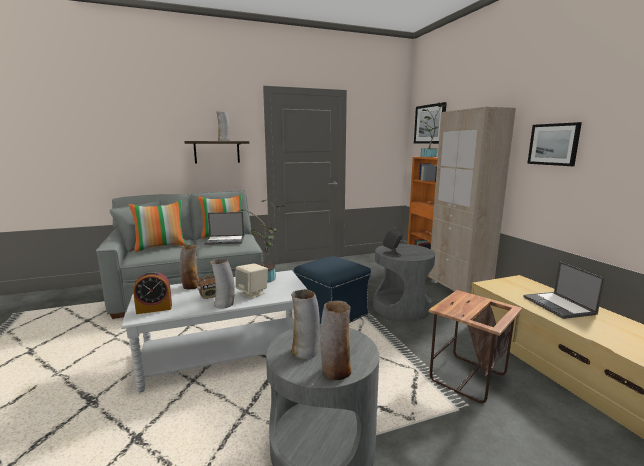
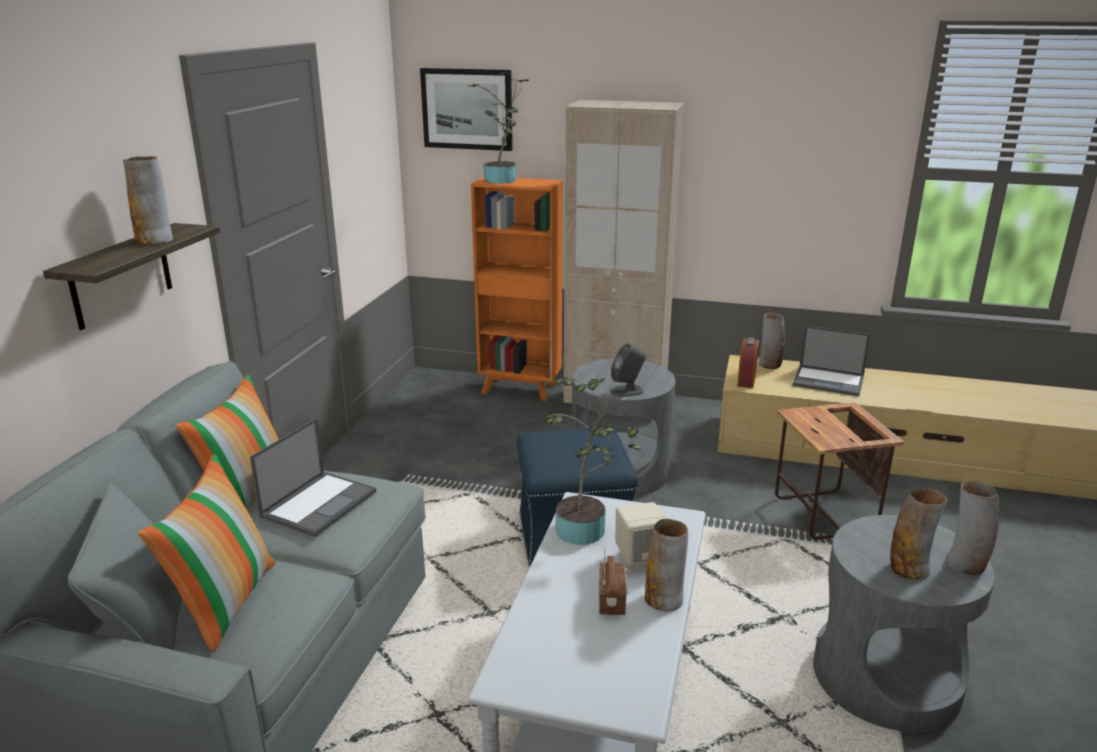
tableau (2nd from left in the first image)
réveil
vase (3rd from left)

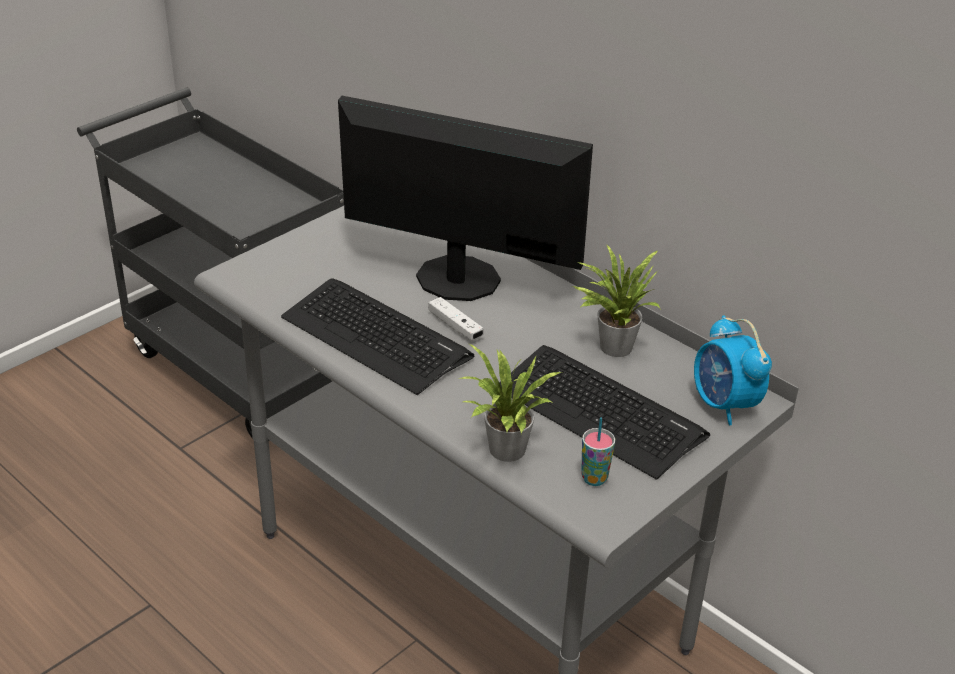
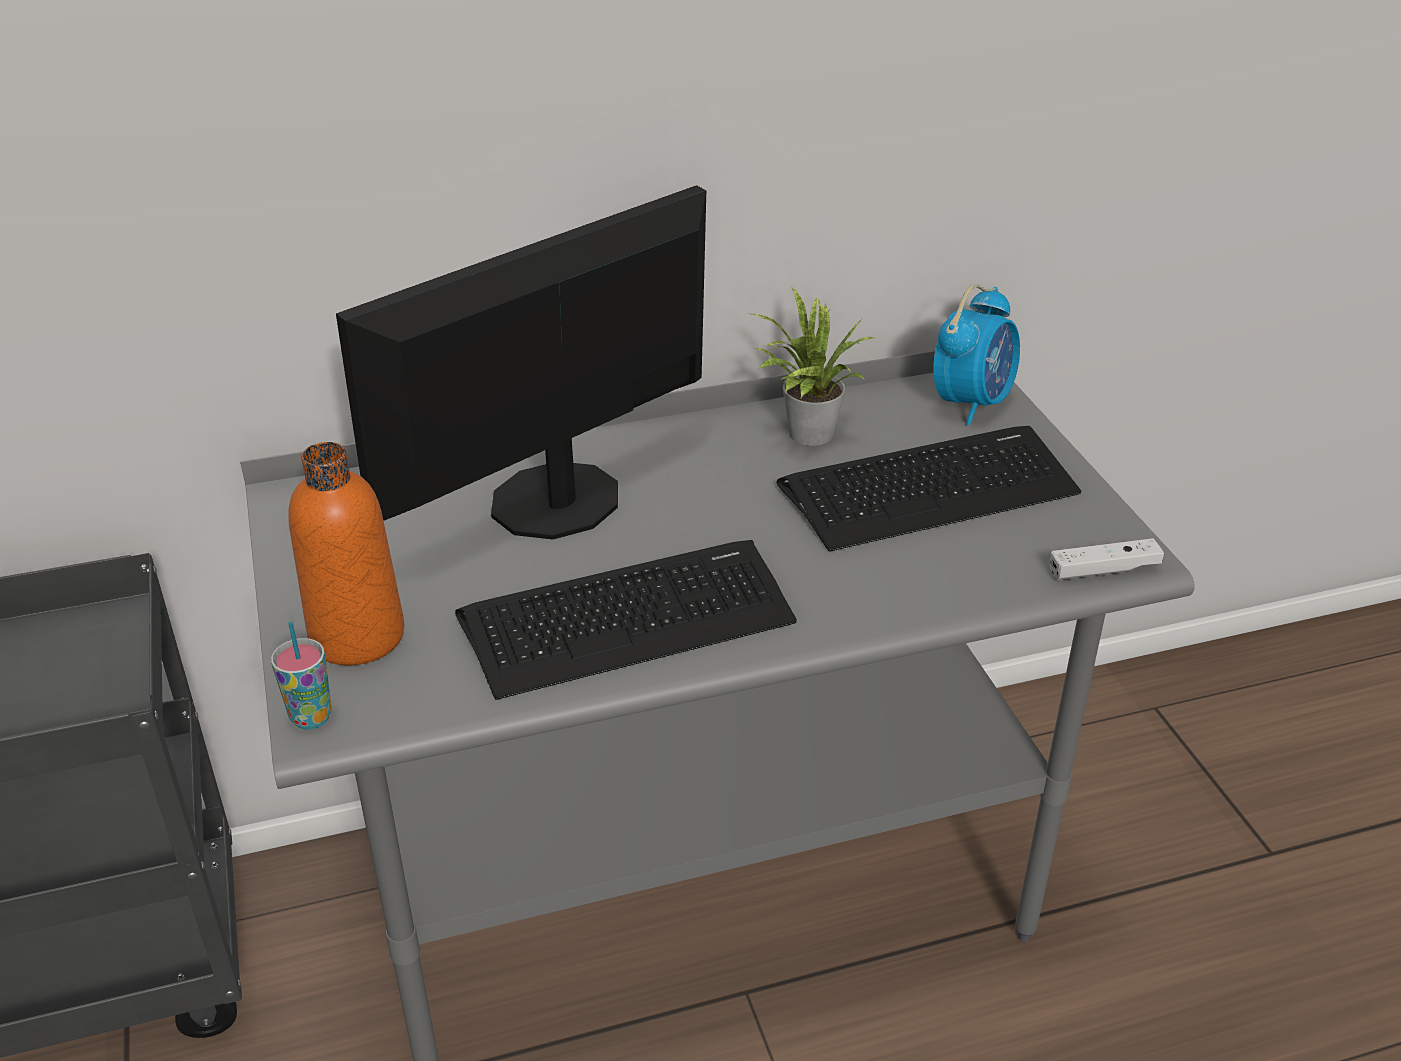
plante en pot (1st from left in the first image)
bouteille/orange
manette/blanc
tasse
réveil

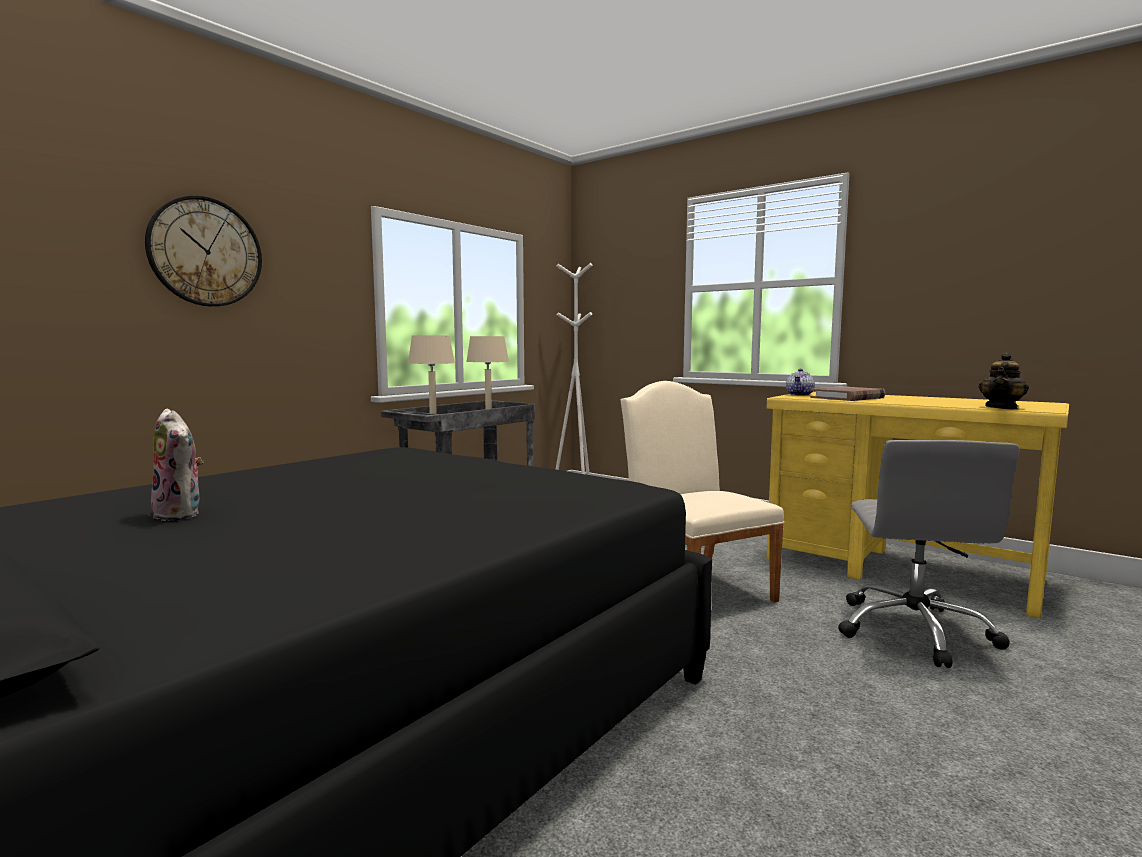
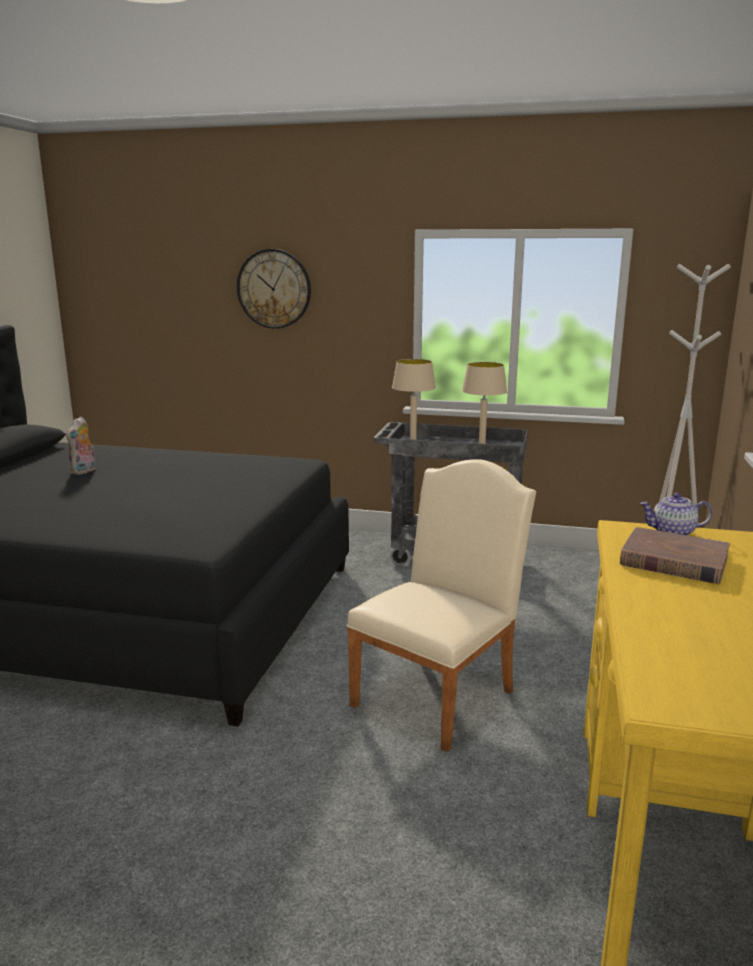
chaise de bureau/gris
théière (2nd from left in the first image)

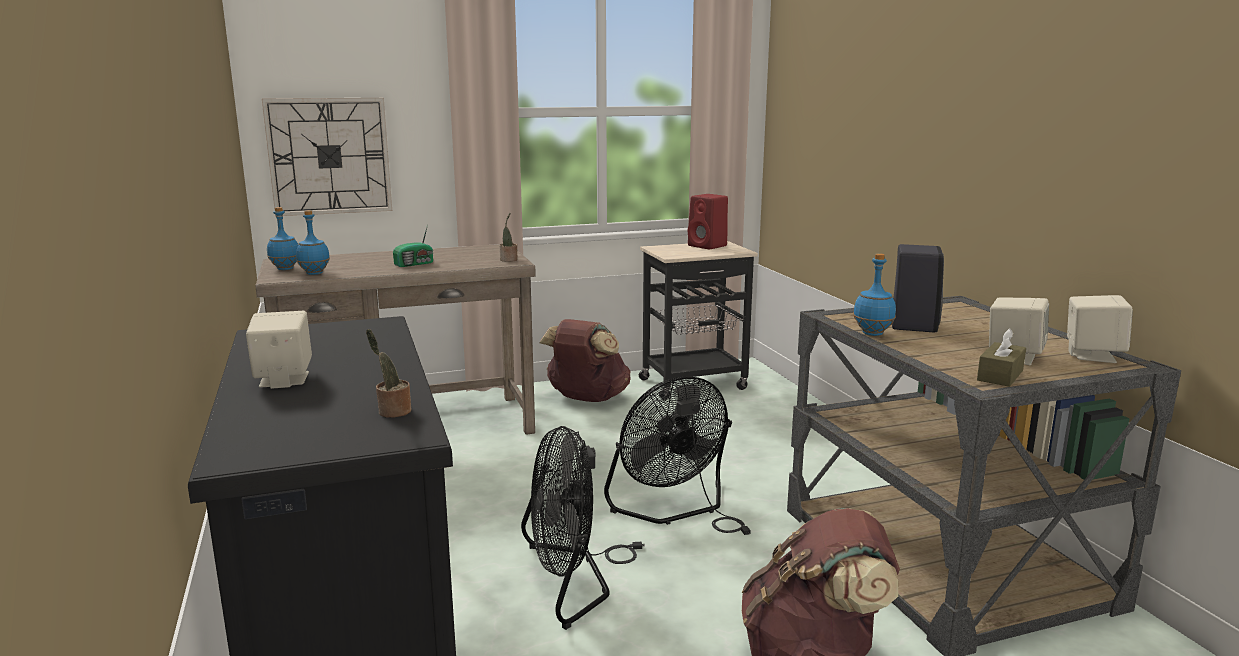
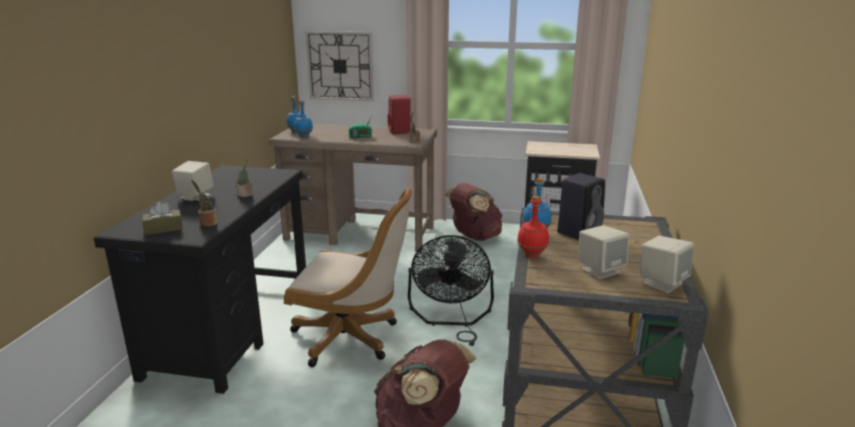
plante en pot (2nd from left)
bouteille/rouge
enceinte/rouge
boîte à mouchoirs/marron
chaise de bureau

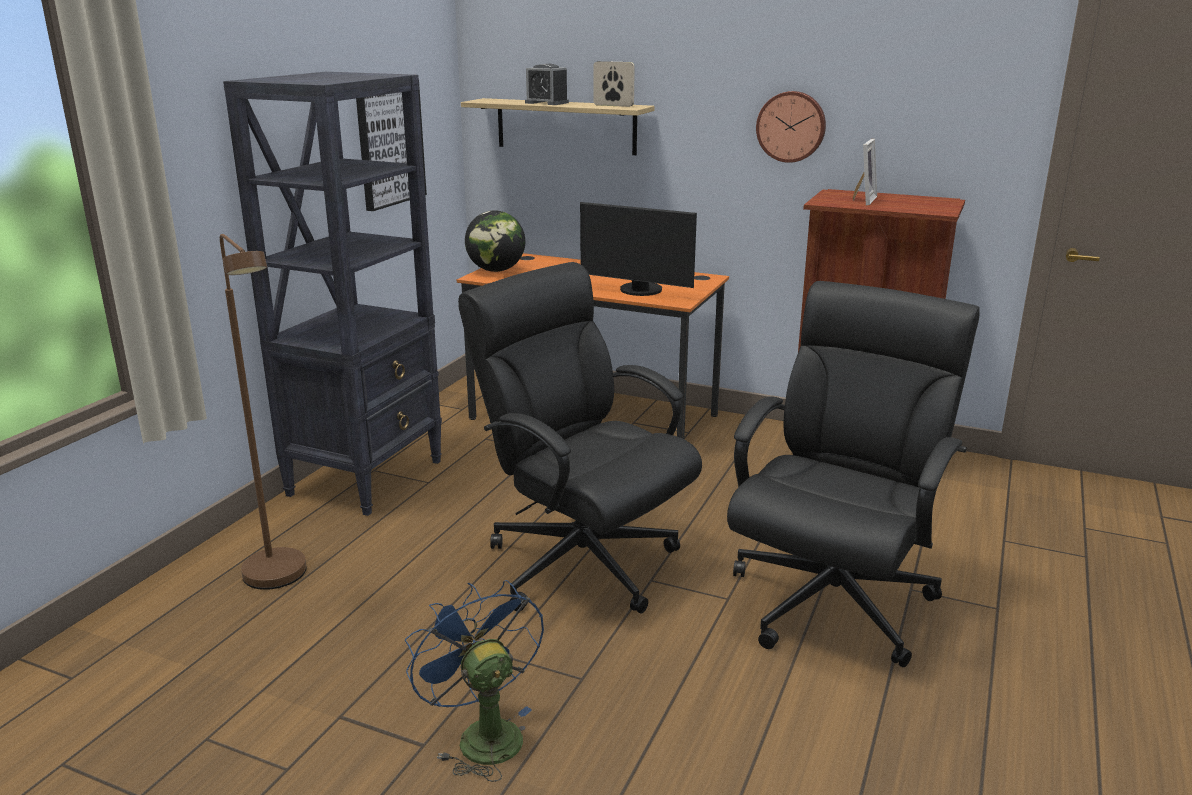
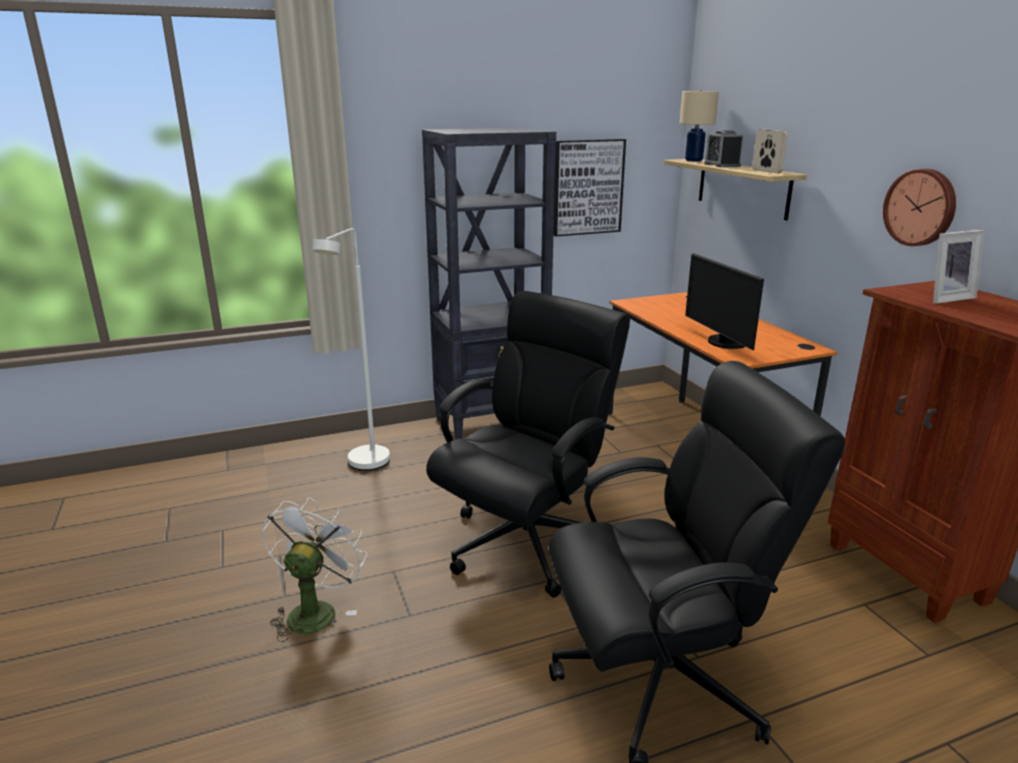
globe
lampe de table/beige
lampadaire/blanc
ventilateur/blanc
chaise de bureau/noir (1st from left)

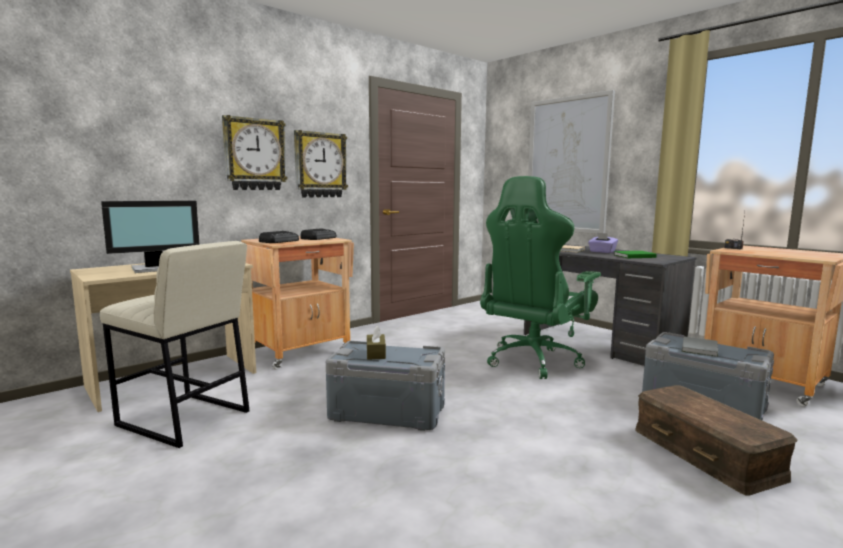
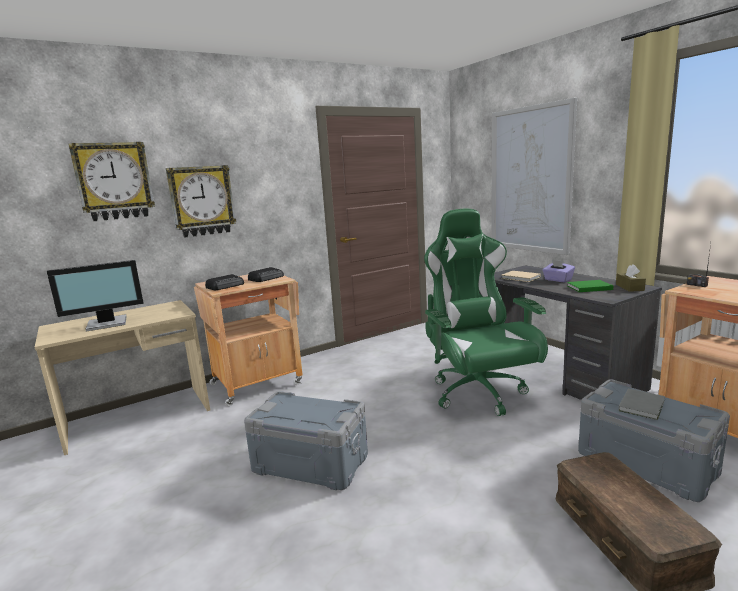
chaise/beige
horloge murale (1st from left)
boîte à mouchoirs/marron
chaise de bureau/vert

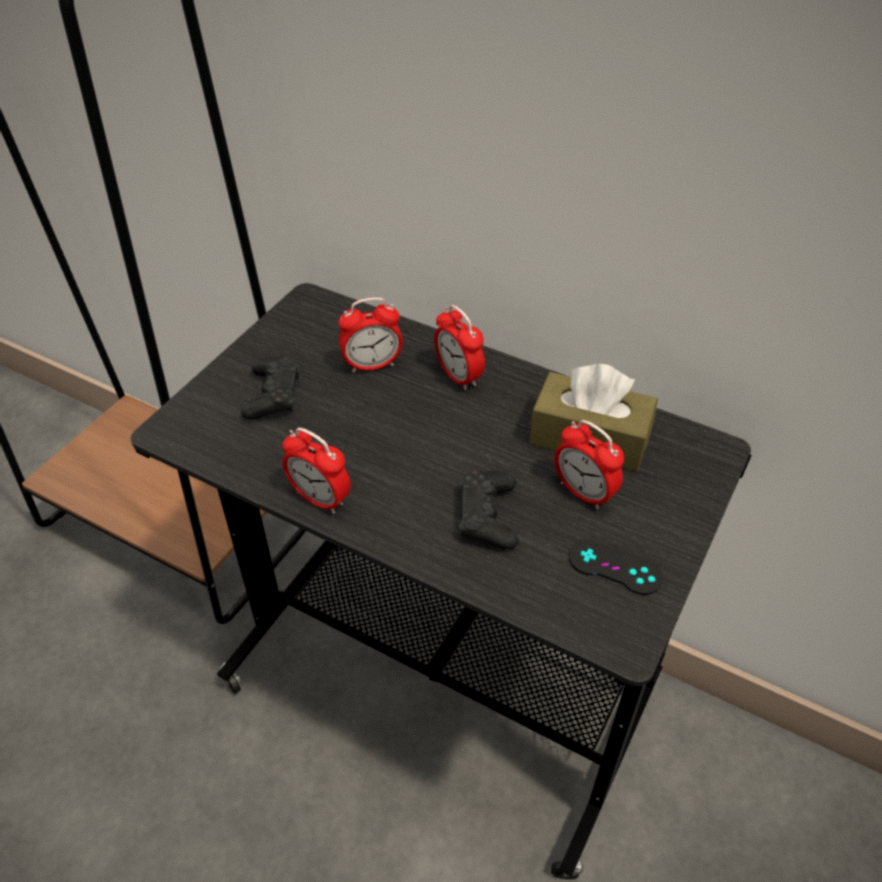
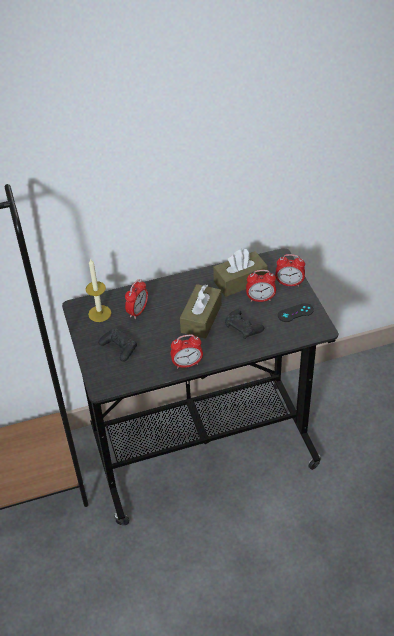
bougie
boîte à mouchoirs/marron (1st from left)
réveil (4th from left)

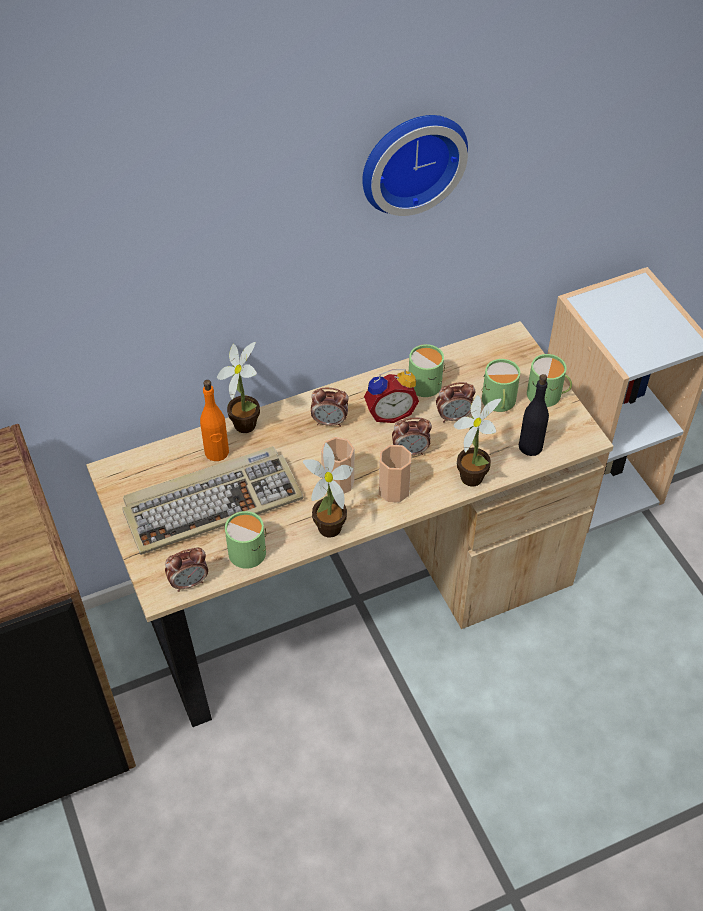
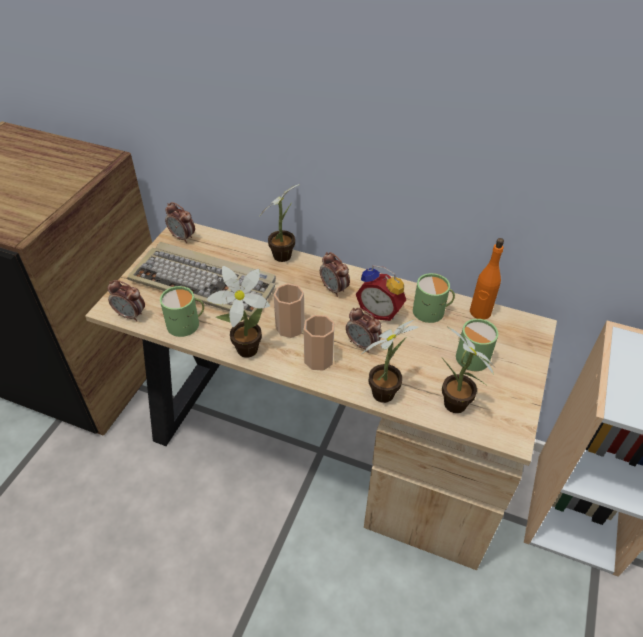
horloge murale
mug/vert (4th from left in the first image)
bouteille/orange
réveil (2nd from left)
plante en pot (4th from left)

